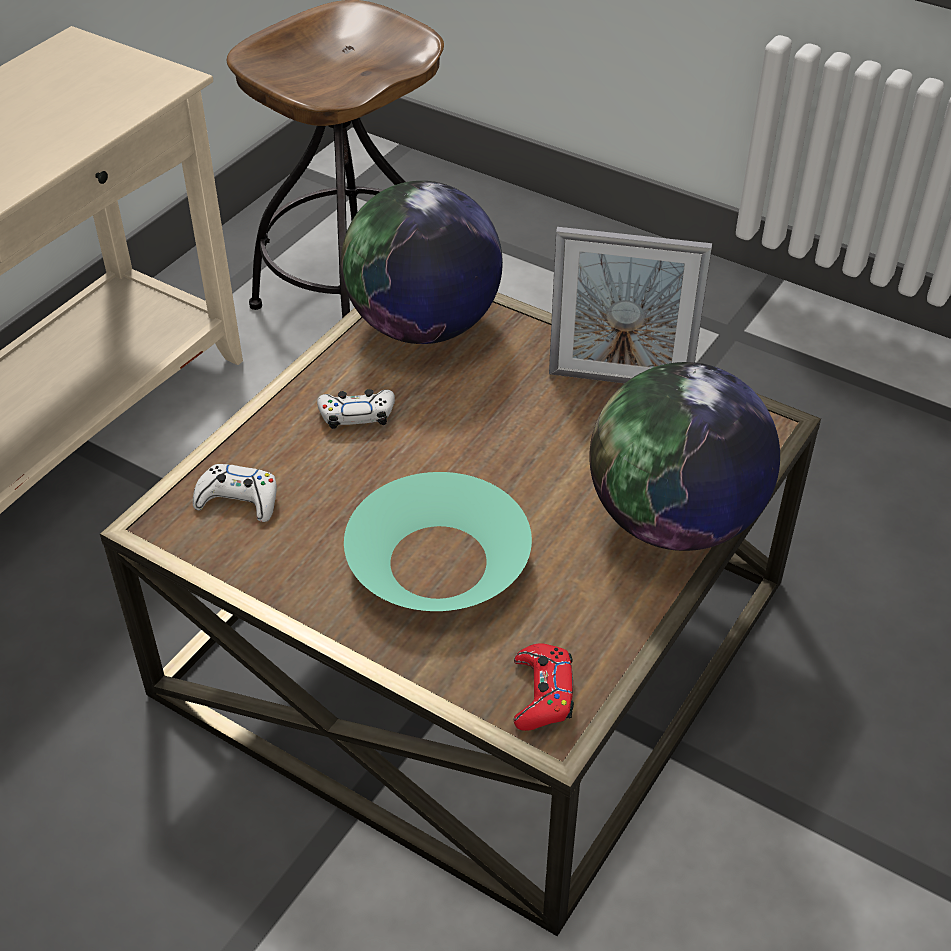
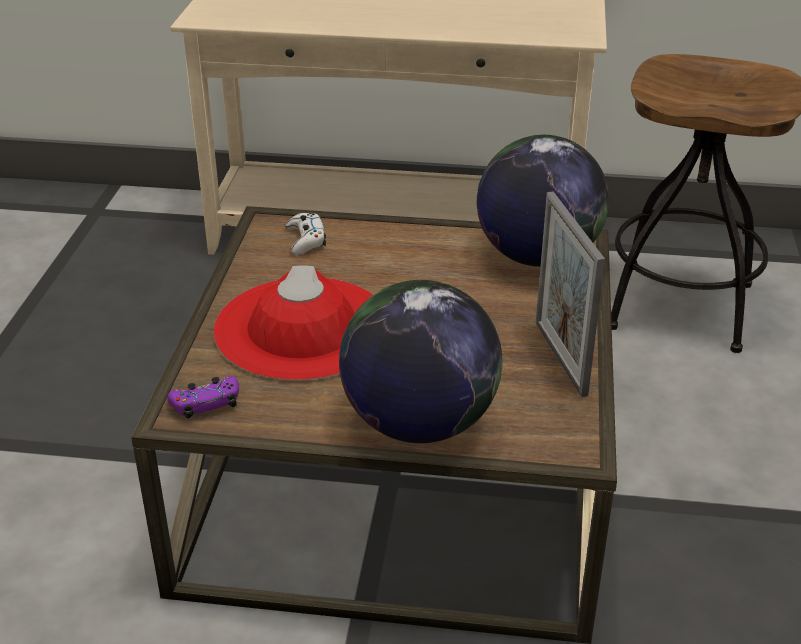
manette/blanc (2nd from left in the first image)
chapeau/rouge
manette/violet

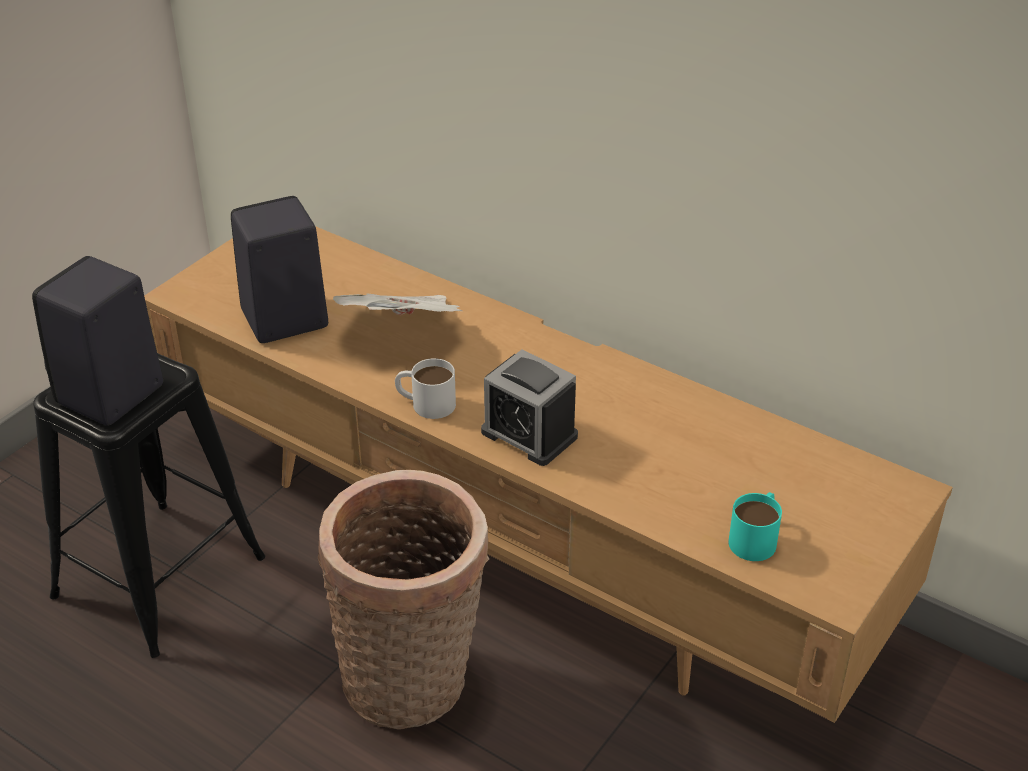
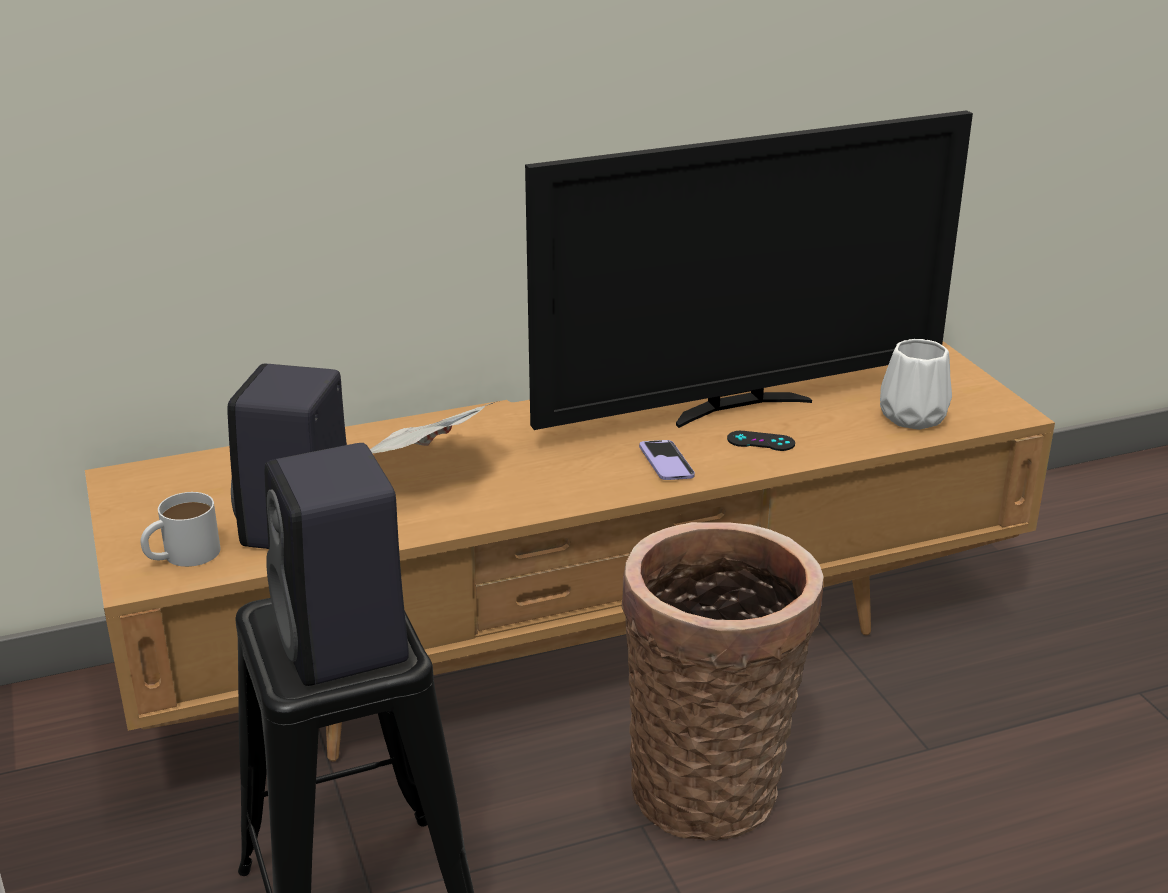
téléviseur
manette/noir
mug/blanc
téléphone
vase/blanc

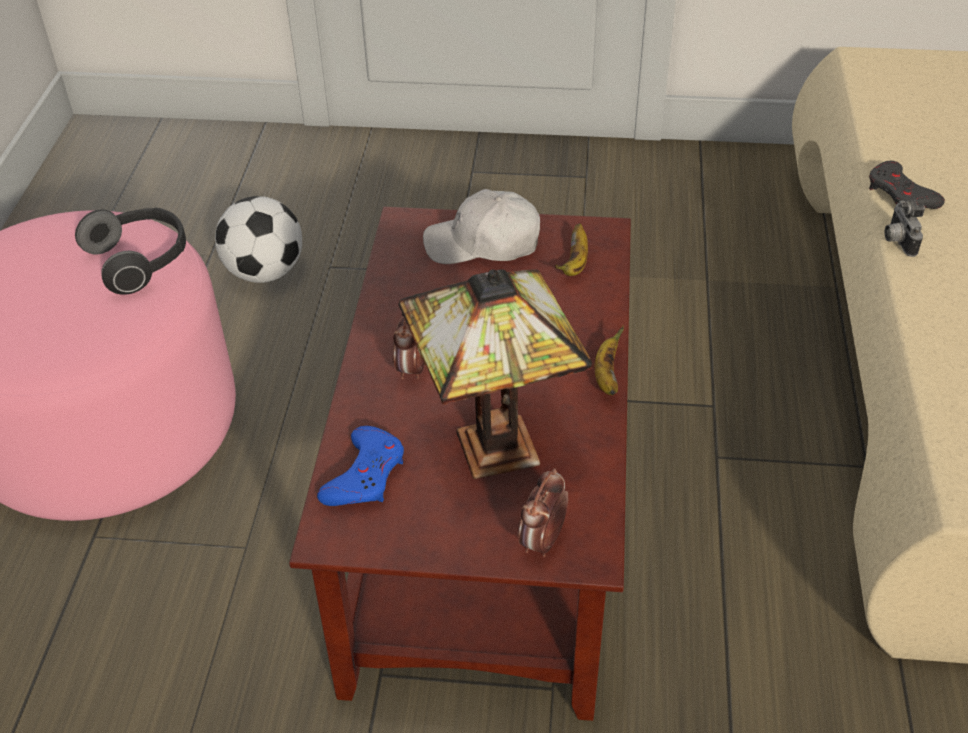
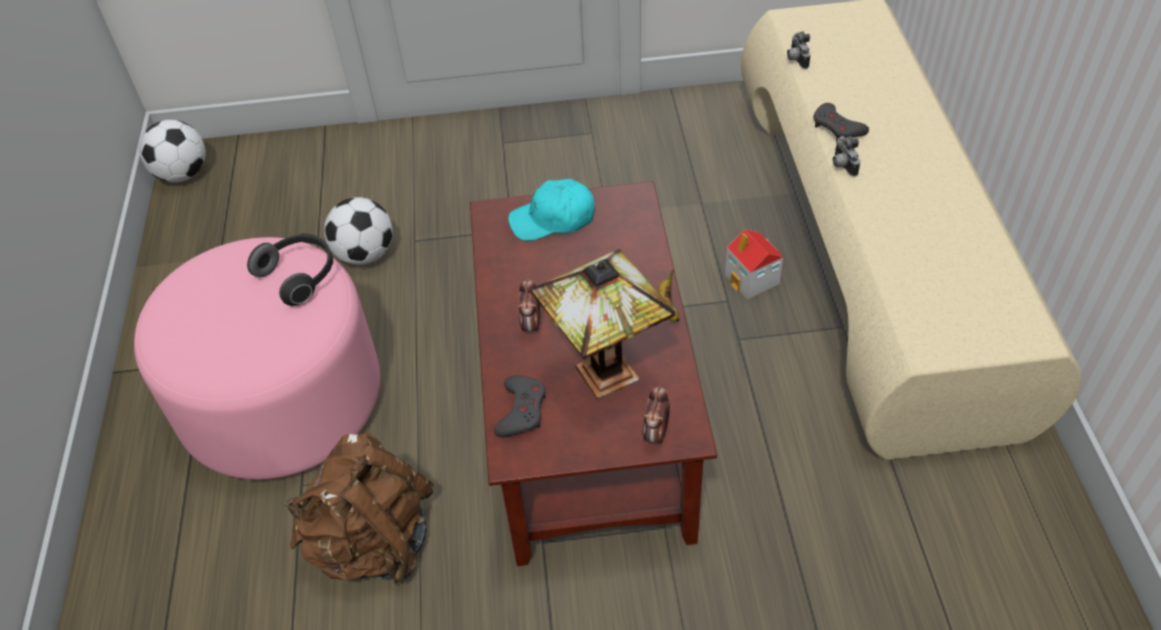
banane (1st from left in the first image)
ballon de foot (1st from left)
sac à dos/marron
maison miniature
appareil photo (1st from left)
manette/gris (1st from left)
casquette/turquoise

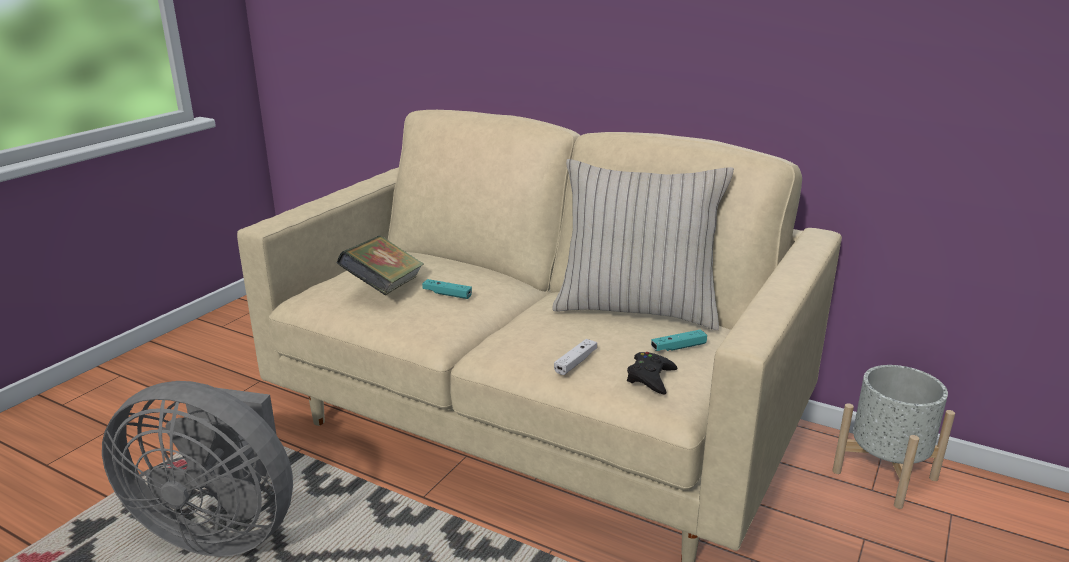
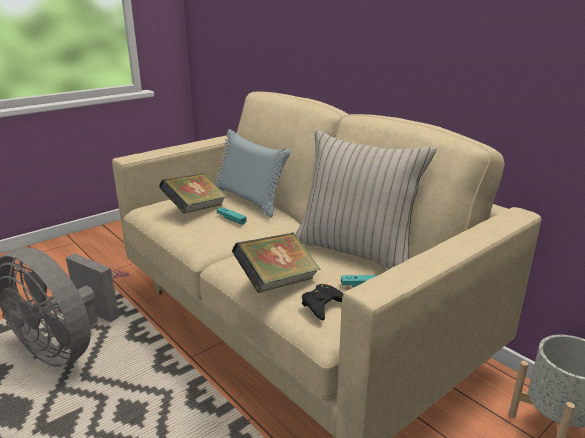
coussin/bleu
livre (2nd from left)

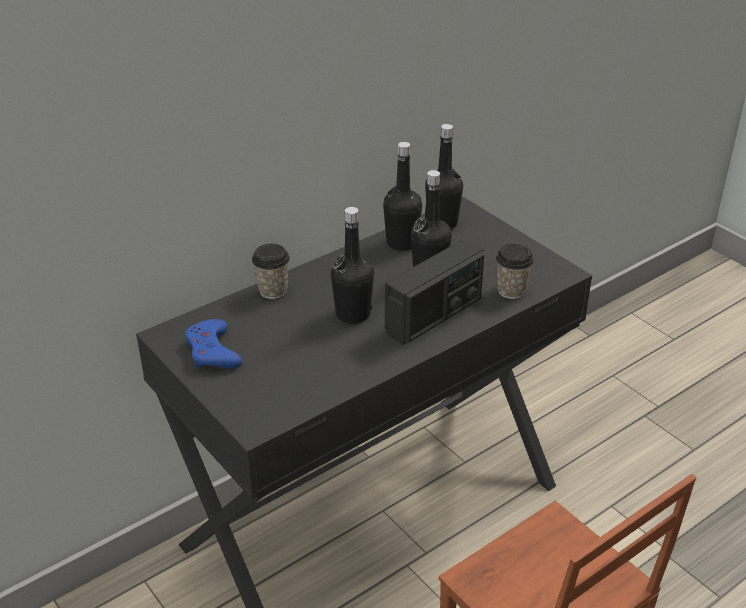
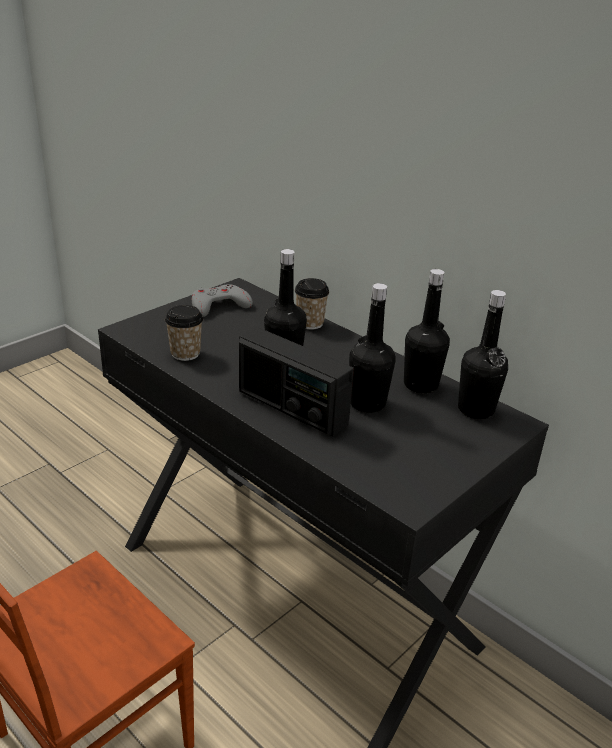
tasse (1st from left)
manette/gris

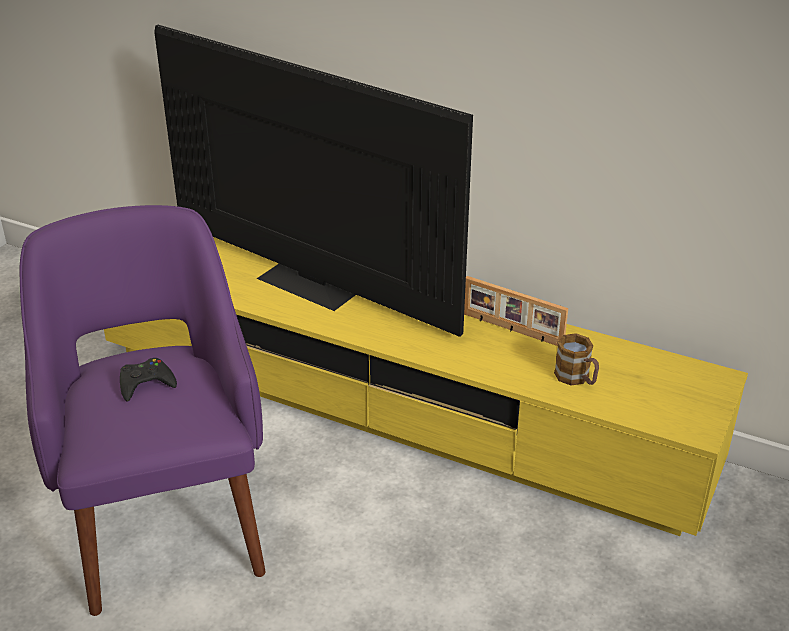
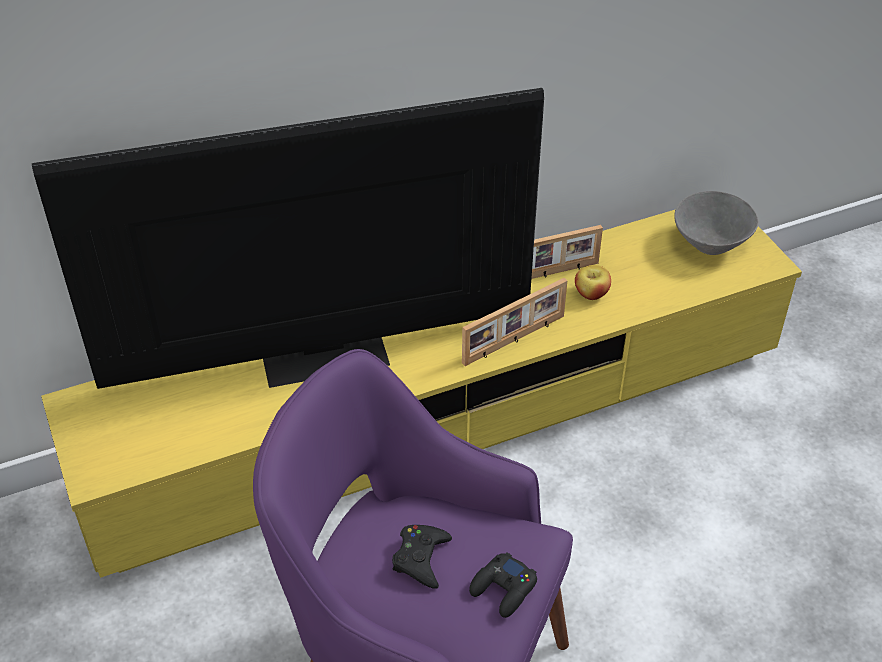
mug
cadre photo (1st from left)
manette/noir (2nd from left)
pomme
bol/gris

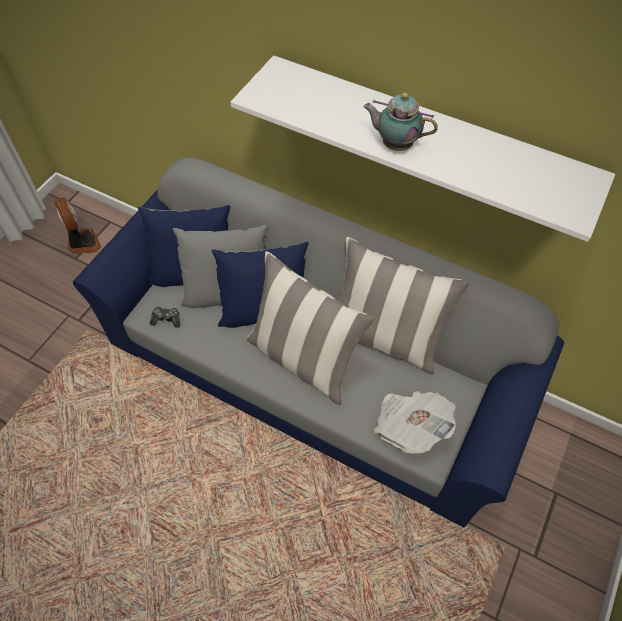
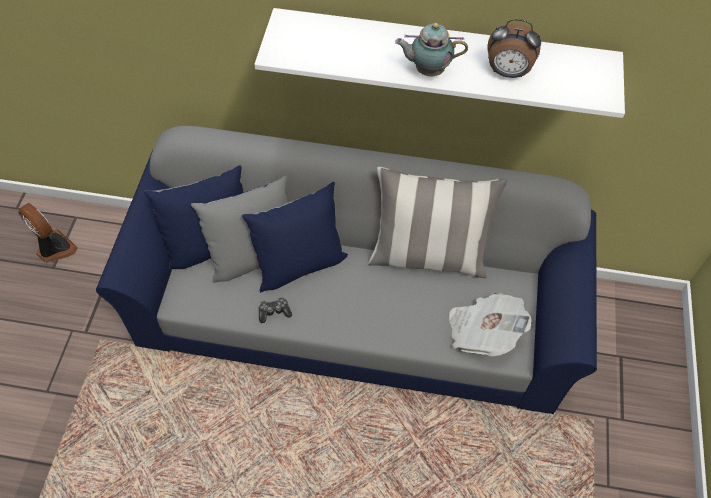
coussin (1st from left in the first image)
réveil
manette

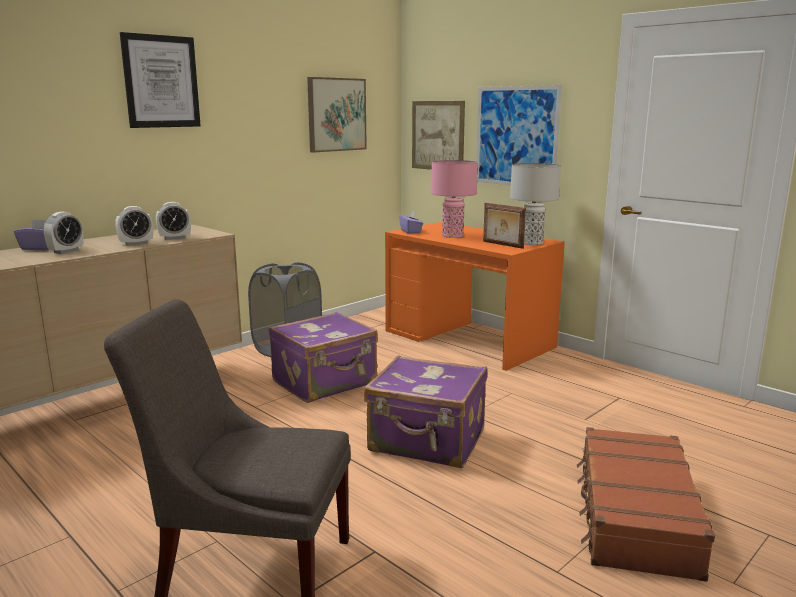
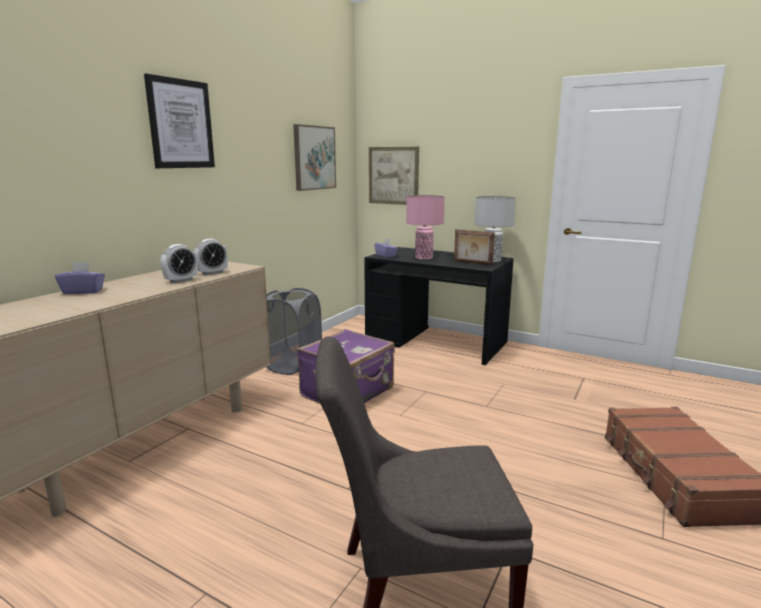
réveil (1st from left in the first image)
valise/violet (2nd from left in the first image)
tableau (4th from left in the first image)
bureau/noir

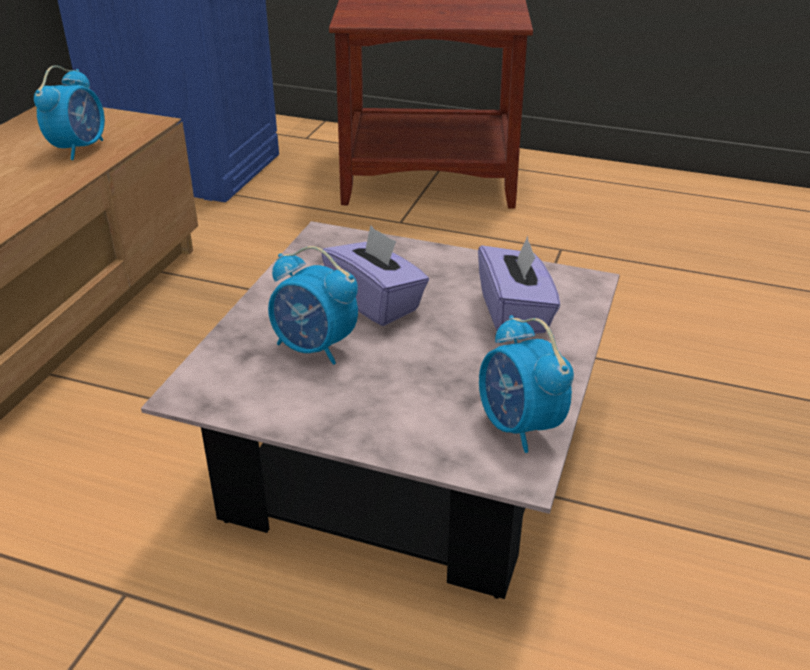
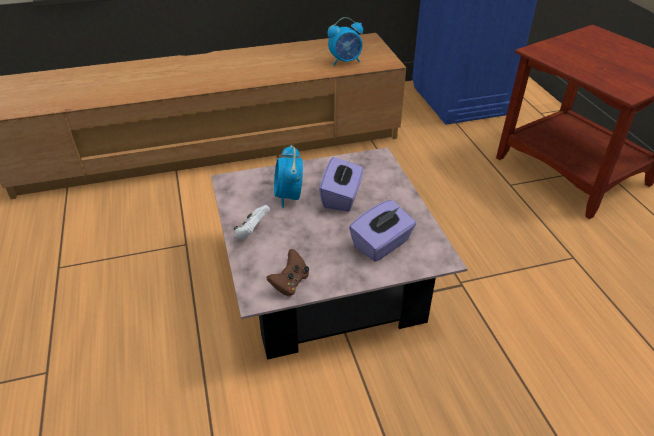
manette/blanc
manette/marron

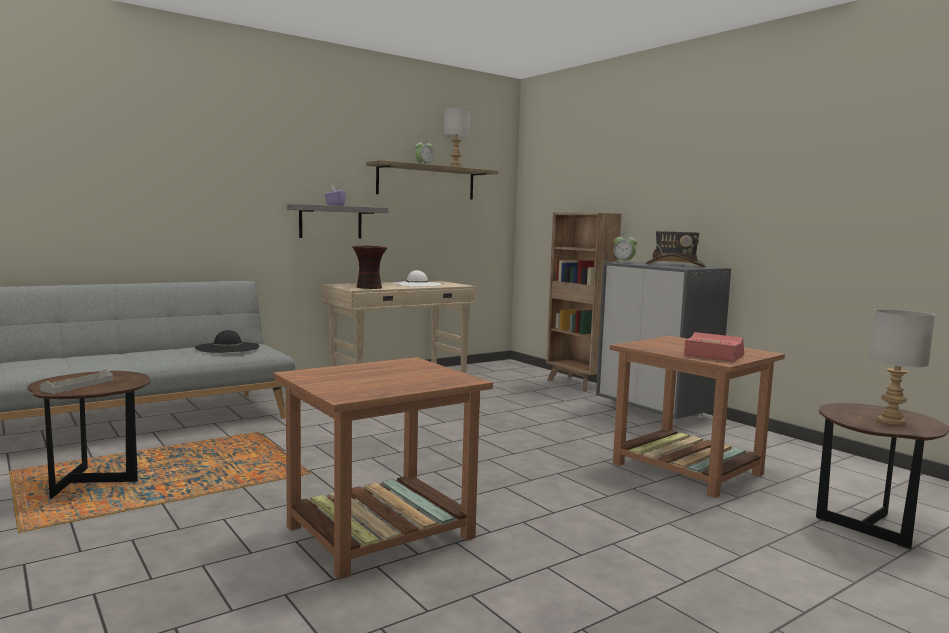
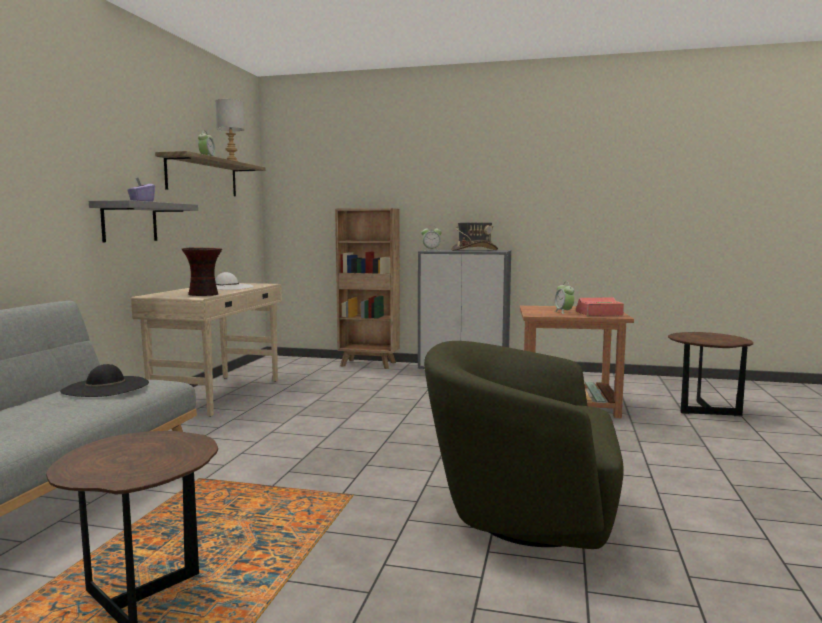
plateau/gris
lampe de table/gris (2nd from left in the first image)
réveil (3rd from left)
fauteuil/vert

